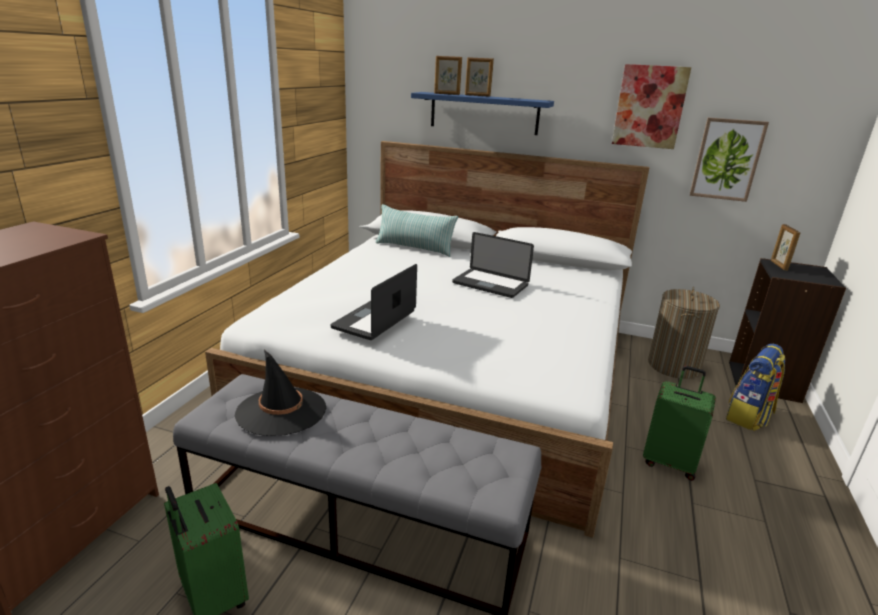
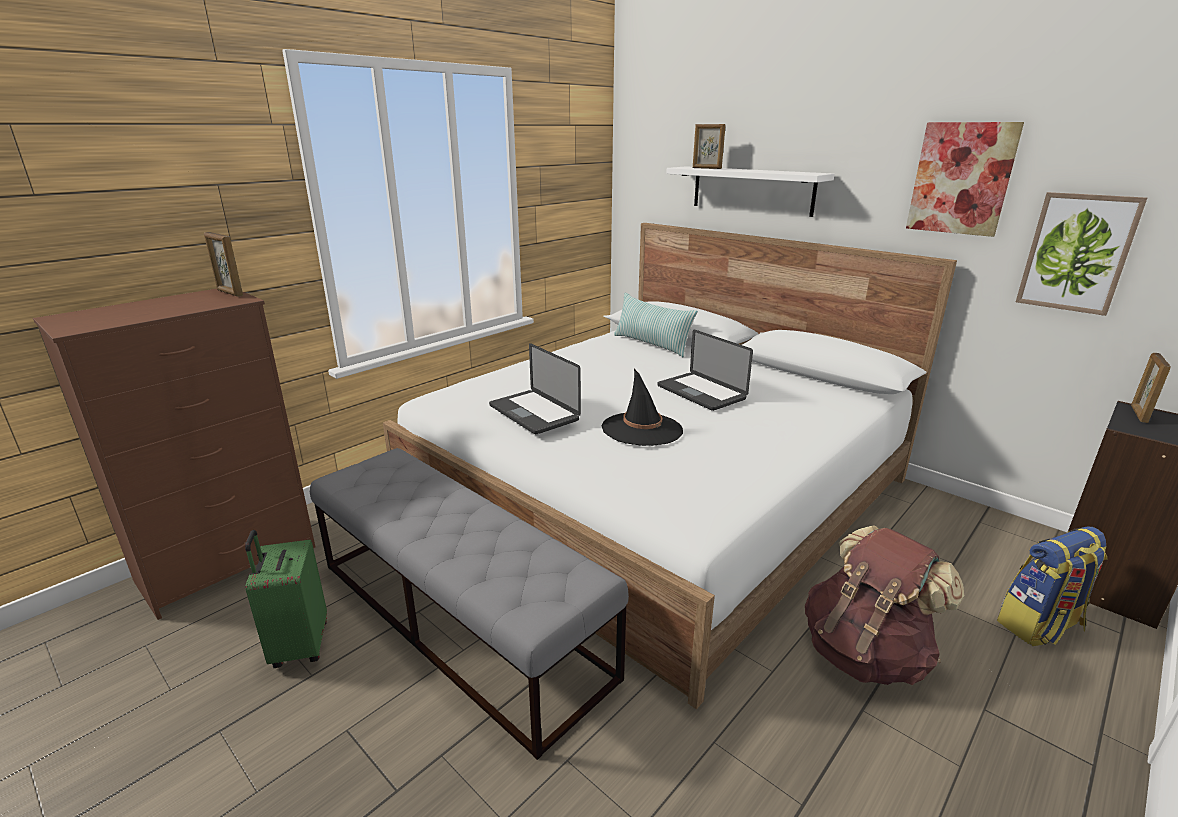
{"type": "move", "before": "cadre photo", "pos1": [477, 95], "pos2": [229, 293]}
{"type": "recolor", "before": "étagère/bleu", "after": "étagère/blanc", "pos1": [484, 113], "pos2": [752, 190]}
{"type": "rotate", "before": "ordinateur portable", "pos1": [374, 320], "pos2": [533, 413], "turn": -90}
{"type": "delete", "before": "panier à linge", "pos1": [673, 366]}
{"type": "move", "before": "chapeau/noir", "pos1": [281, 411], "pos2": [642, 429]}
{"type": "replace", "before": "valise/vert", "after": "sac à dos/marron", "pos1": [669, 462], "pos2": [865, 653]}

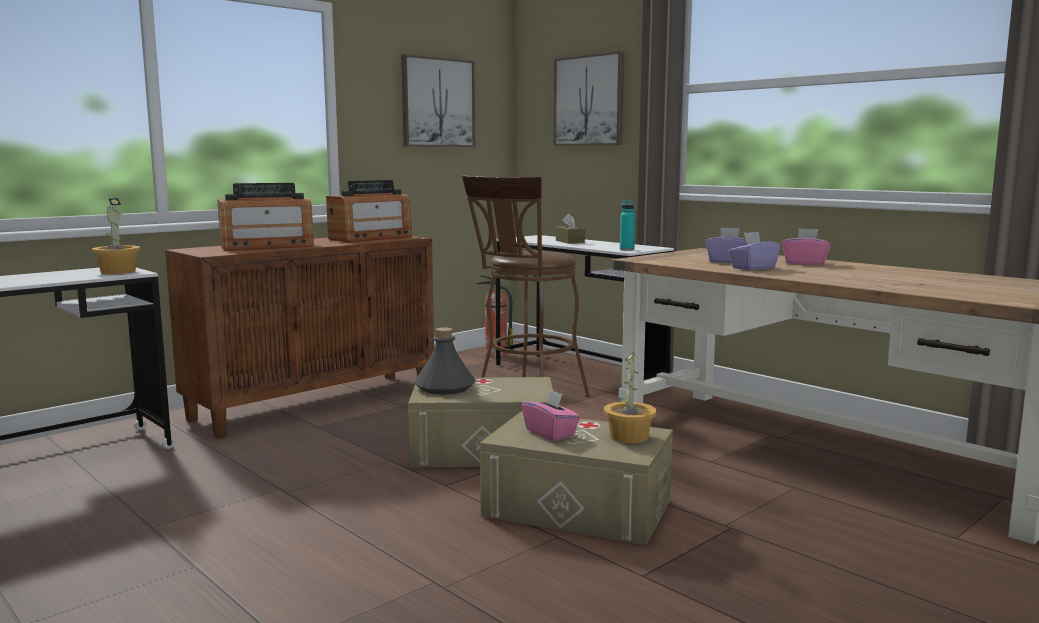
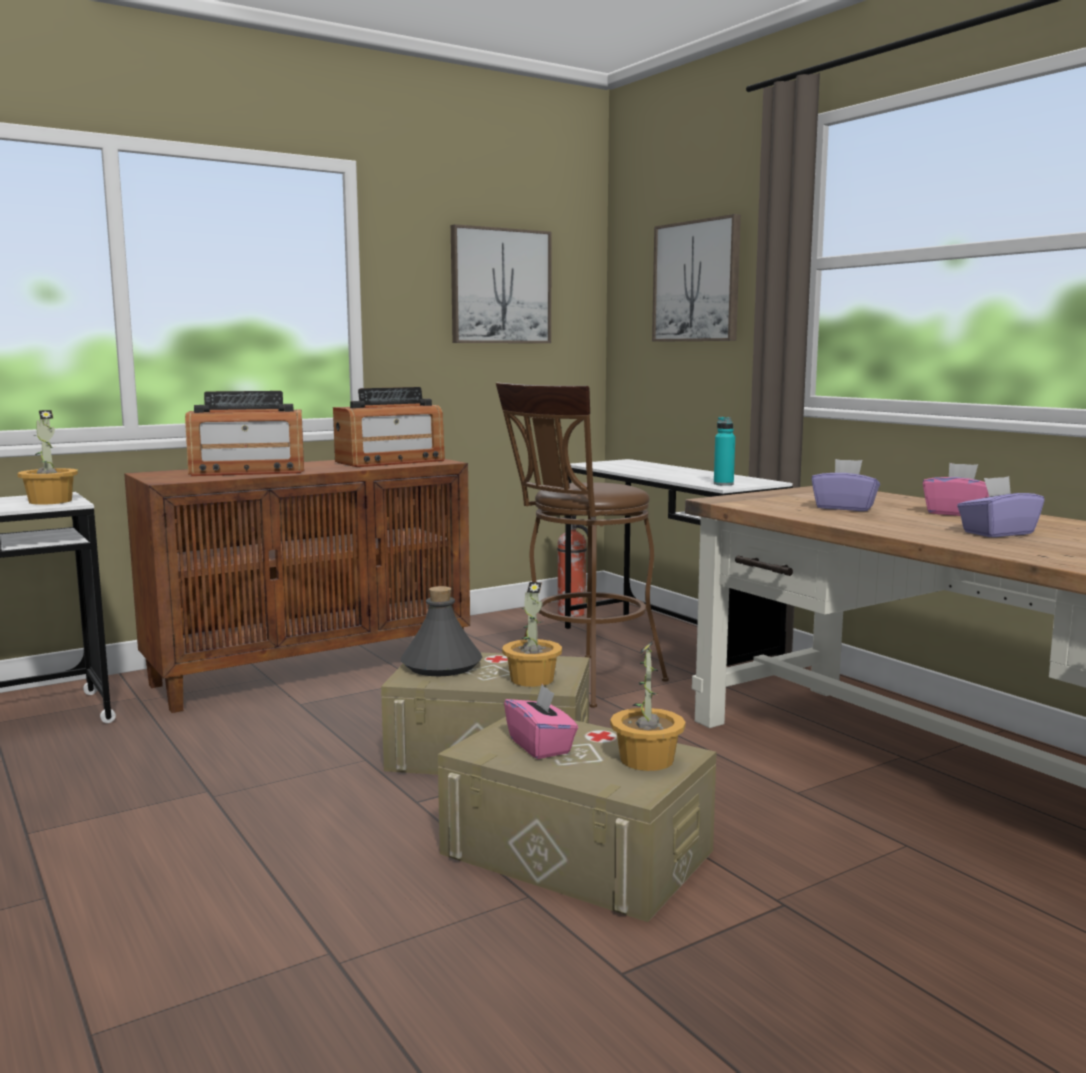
{"type": "delete", "before": "boîte à mouchoirs/marron", "pos1": [570, 241]}
{"type": "move", "before": "boîte à mouchoirs/violet", "pos1": [752, 268], "pos2": [997, 533]}
{"type": "insert", "after": "plante en pot", "pos2": [532, 679]}

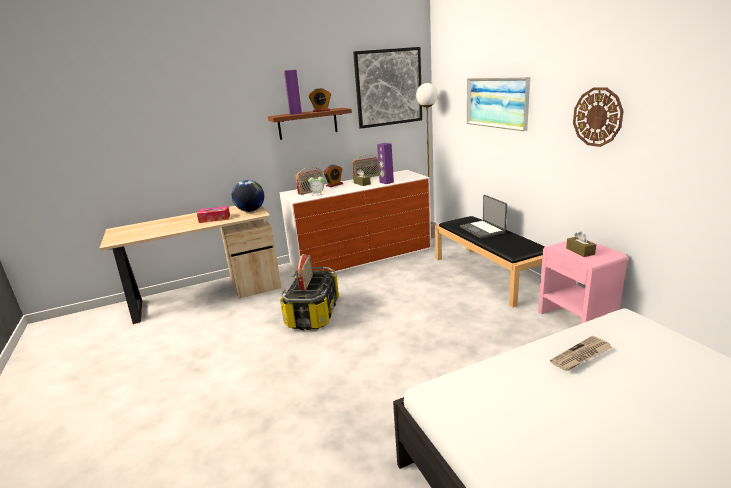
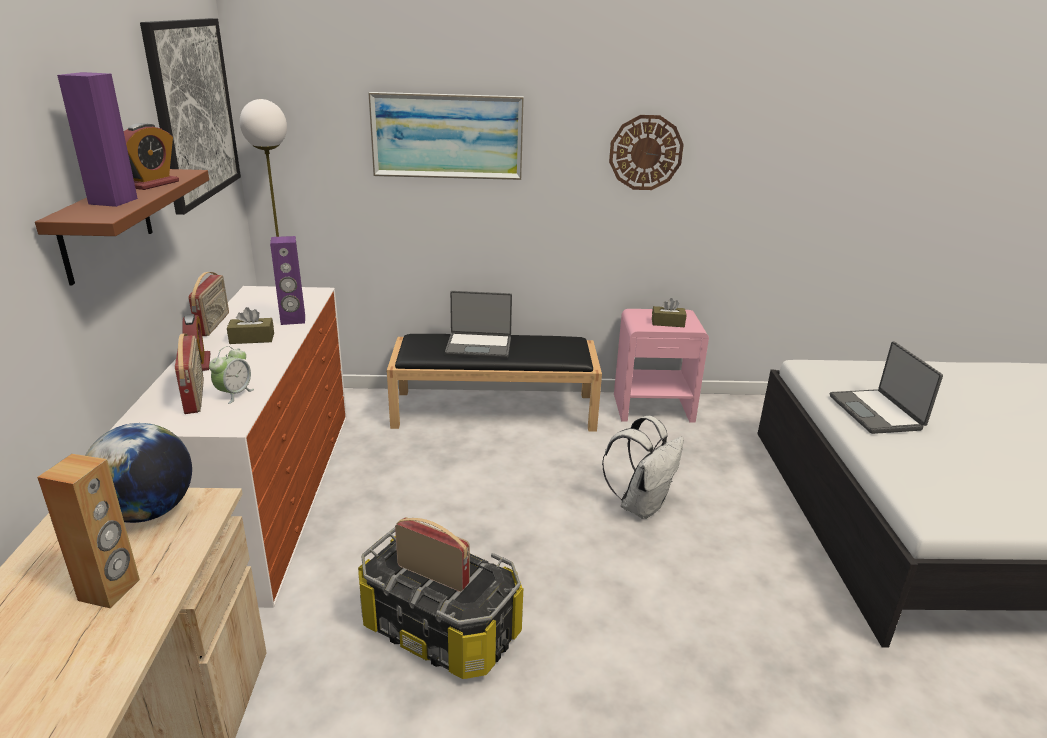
{"type": "replace", "before": "boîte à mouchoirs", "after": "enceinte/marron", "pos1": [214, 219], "pos2": [110, 590]}
{"type": "replace", "before": "journal", "after": "ordinateur portable", "pos1": [581, 356], "pos2": [877, 412]}
{"type": "insert", "after": "sac à dos/blanc", "pos2": [641, 505]}

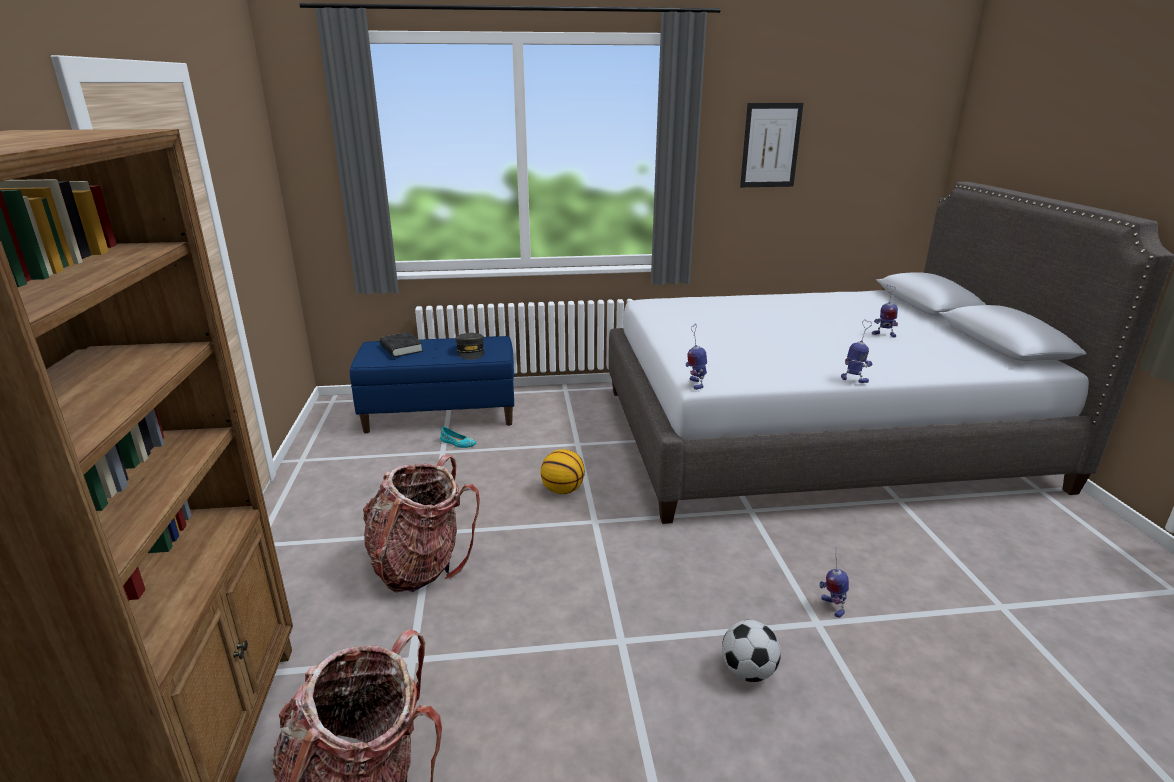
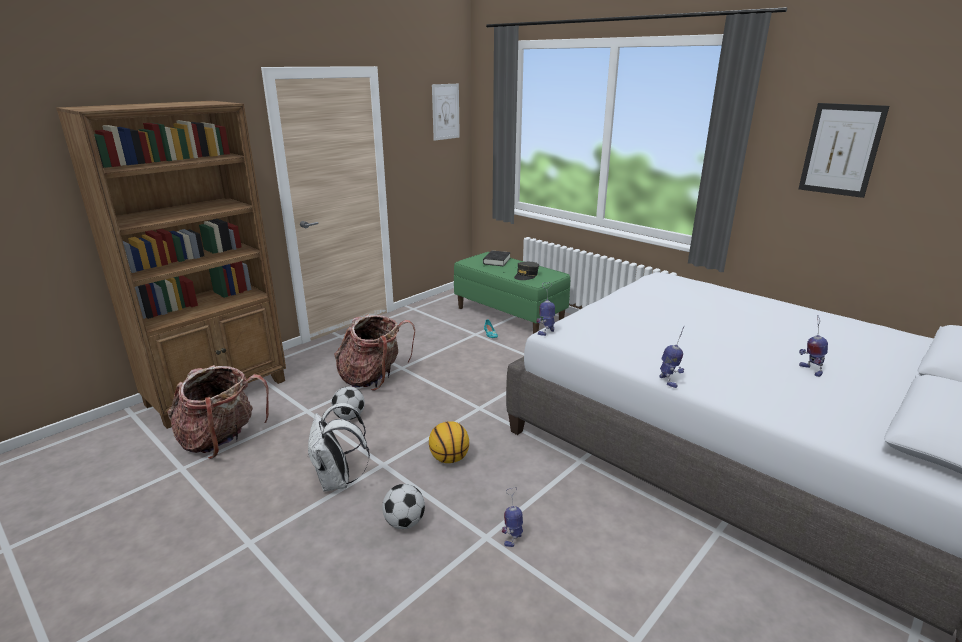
{"type": "recolor", "before": "banc/bleu", "after": "banc/vert", "pos1": [441, 415], "pos2": [510, 315]}
{"type": "move", "before": "ballon de basket", "pos1": [562, 490], "pos2": [449, 458]}
{"type": "insert", "after": "tableau", "pos2": [445, 111]}
{"type": "insert", "after": "ballon de foot", "pos2": [349, 416]}
{"type": "insert", "after": "sac à dos/blanc", "pos2": [338, 481]}

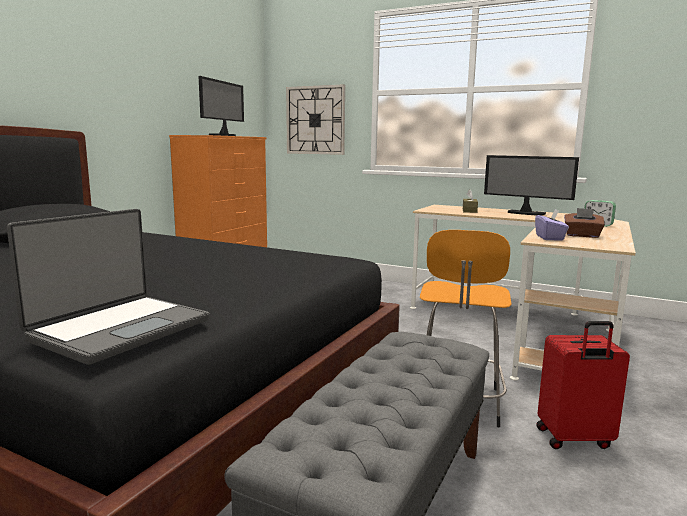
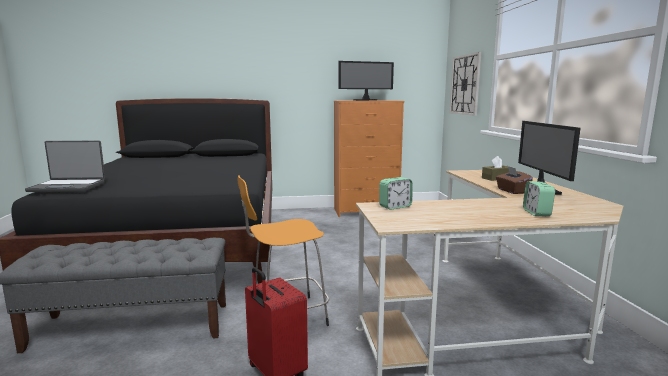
{"type": "move", "before": "boîte à mouchoirs/marron", "pos1": [582, 235], "pos2": [512, 191]}
{"type": "replace", "before": "boîte à mouchoirs/violet", "after": "réveil", "pos1": [550, 238], "pos2": [395, 206]}

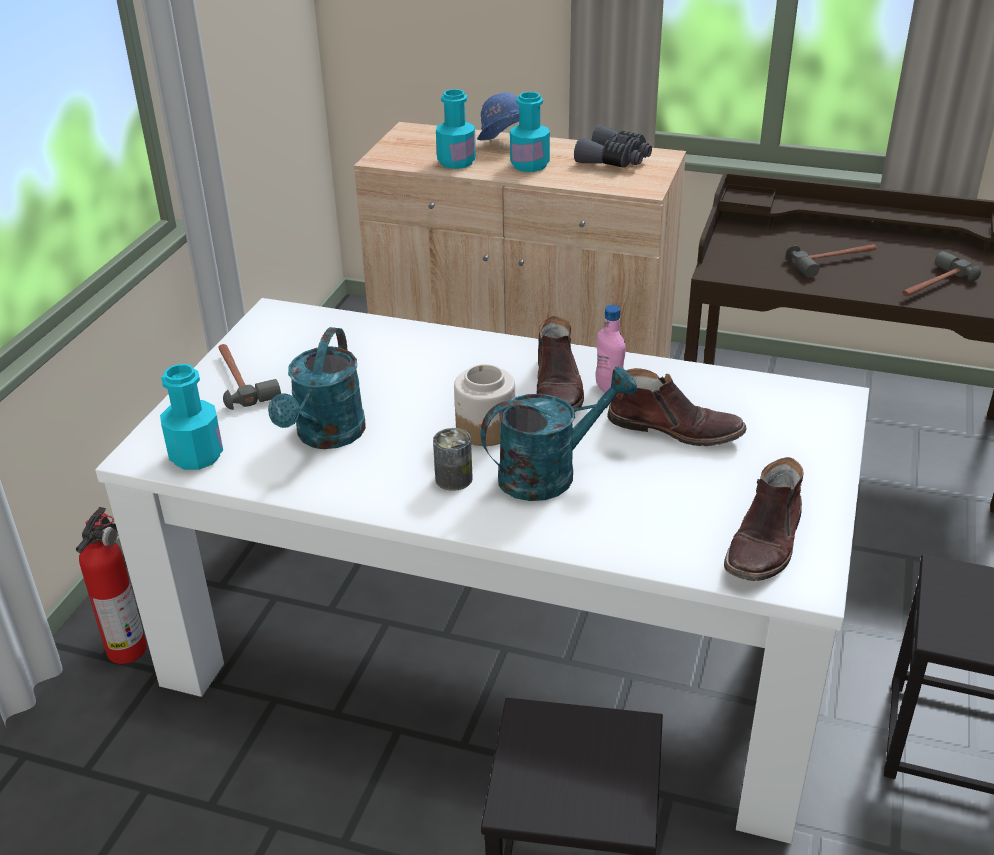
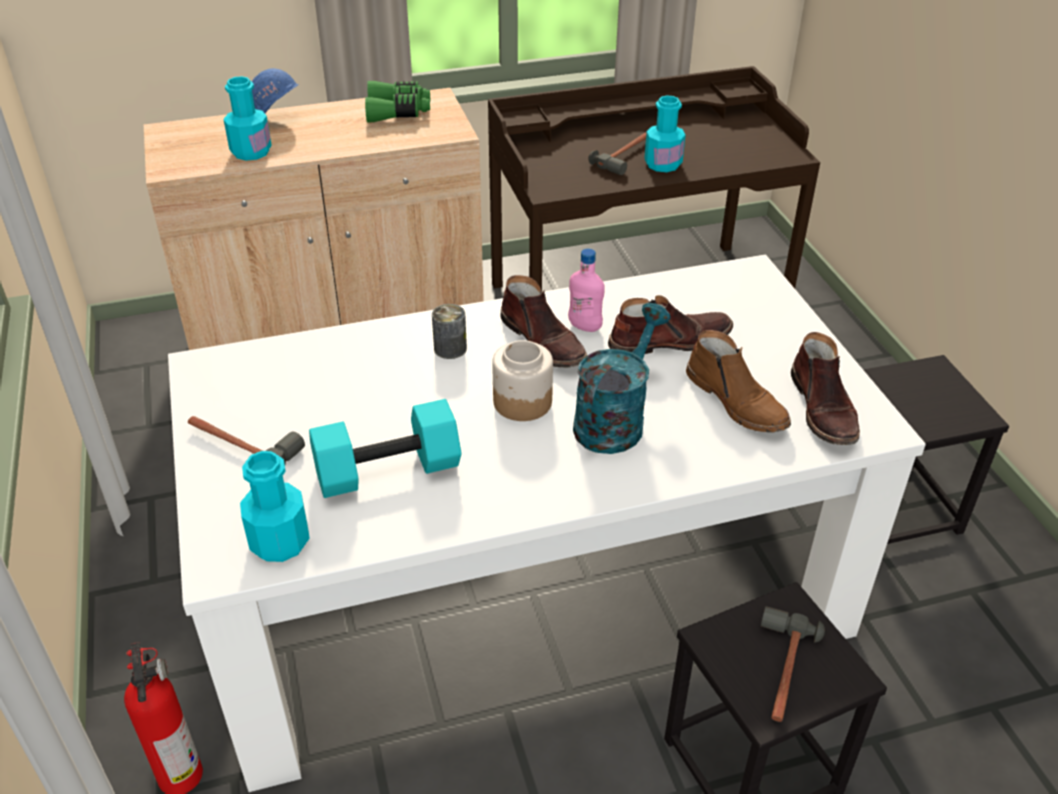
{"type": "move", "before": "bouteille/turquoise", "pos1": [529, 165], "pos2": [663, 164]}
{"type": "recolor", "before": "jumelles/gris", "after": "jumelles/vert", "pos1": [614, 160], "pos2": [398, 112]}
{"type": "move", "before": "marteau", "pos1": [932, 285], "pos2": [782, 671]}
{"type": "replace", "before": "arrosoir/turquoise", "after": "haltère/turquoise", "pos1": [326, 437], "pos2": [388, 468]}
{"type": "move", "before": "boîte métallique", "pos1": [453, 479], "pos2": [450, 348]}
{"type": "insert", "after": "botte/marron", "pos2": [737, 401]}

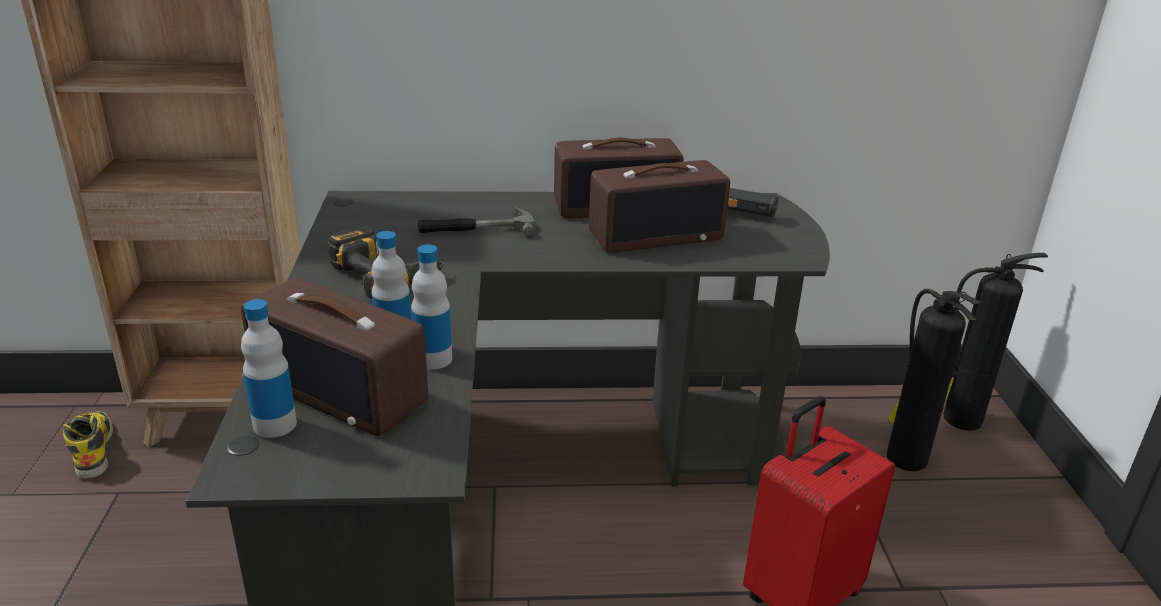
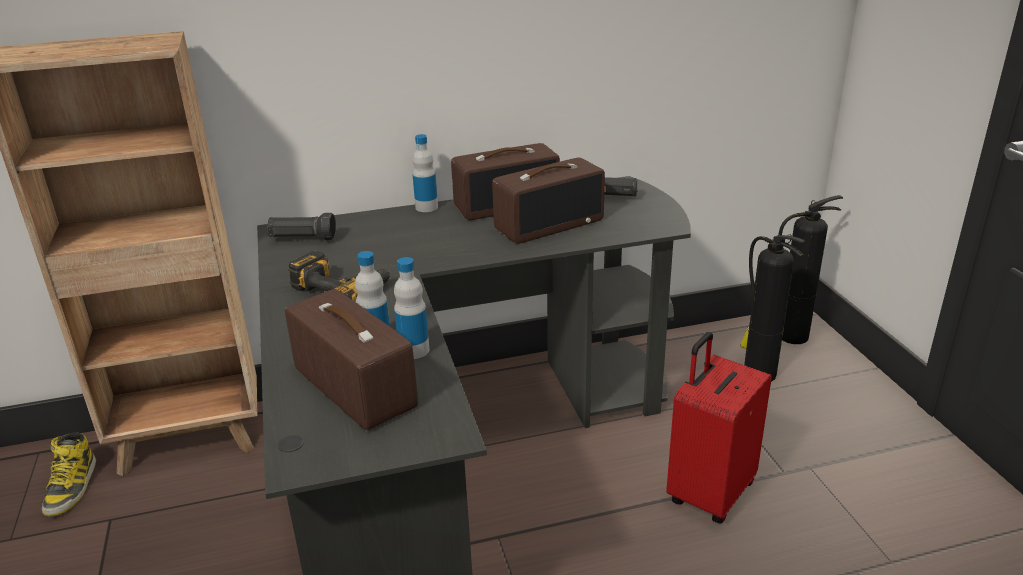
{"type": "delete", "before": "marteau", "pos1": [476, 228]}
{"type": "rotate", "before": "radio", "pos1": [342, 391], "pos2": [352, 388], "turn": -150}
{"type": "move", "before": "bouteille", "pos1": [275, 424], "pos2": [426, 207]}
{"type": "rotate", "before": "botte", "pos1": [94, 449], "pos2": [72, 487], "turn": -150}
{"type": "insert", "after": "lampe de poche/noir", "pos2": [303, 238]}

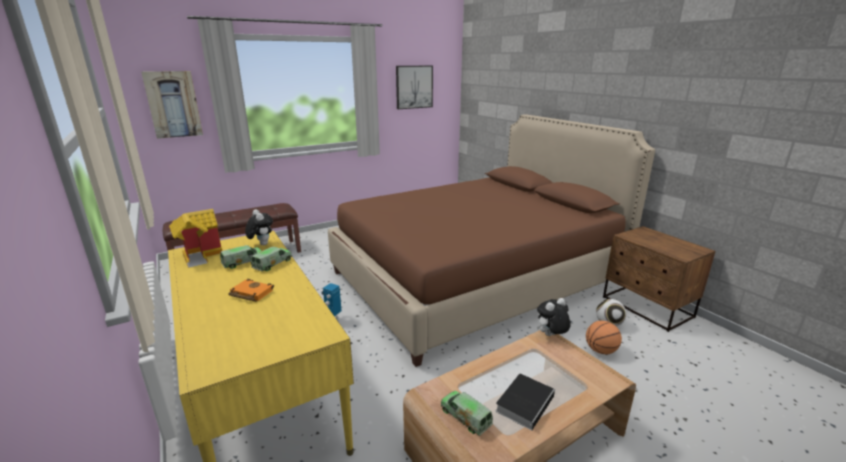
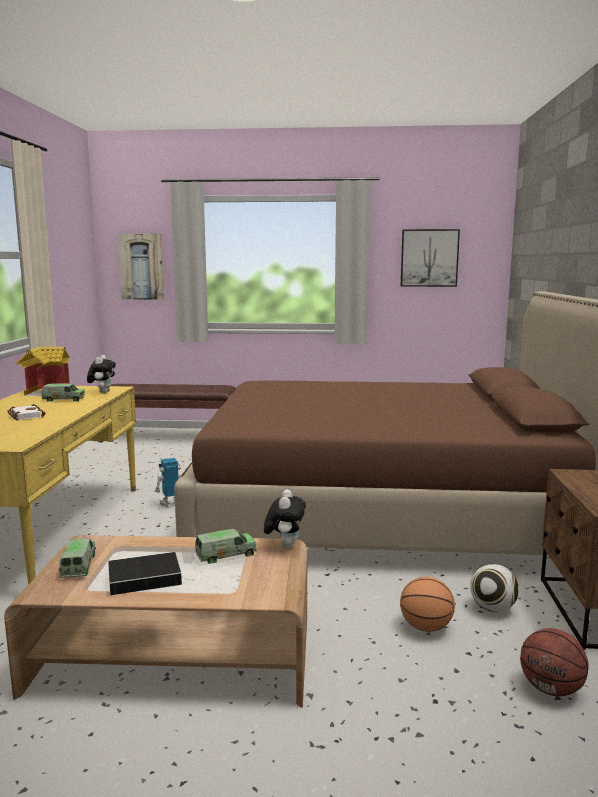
{"type": "move", "before": "camion jouet", "pos1": [272, 264], "pos2": [226, 555]}
{"type": "recolor", "before": "livre/orange", "after": "livre/blanc", "pos1": [250, 293], "pos2": [24, 416]}
{"type": "rotate", "before": "peluche", "pos1": [551, 336], "pos2": [285, 546], "turn": 90}
{"type": "insert", "after": "ballon de basket", "pos2": [551, 689]}

